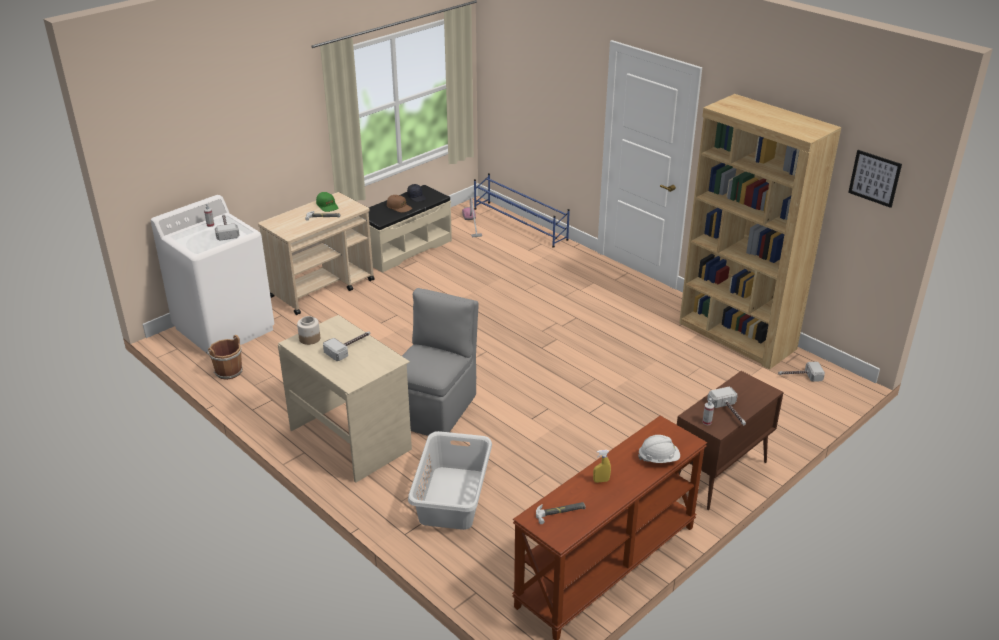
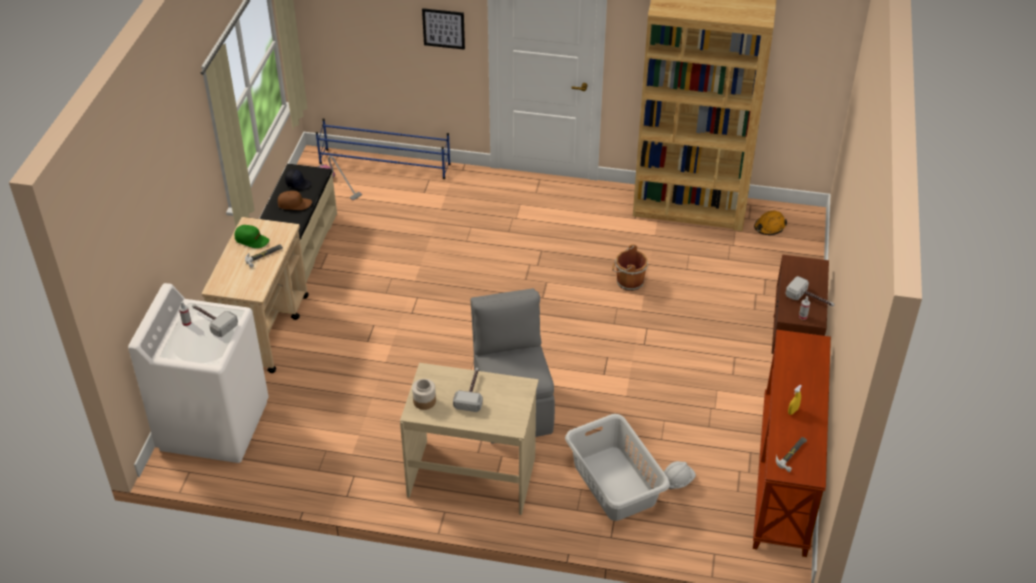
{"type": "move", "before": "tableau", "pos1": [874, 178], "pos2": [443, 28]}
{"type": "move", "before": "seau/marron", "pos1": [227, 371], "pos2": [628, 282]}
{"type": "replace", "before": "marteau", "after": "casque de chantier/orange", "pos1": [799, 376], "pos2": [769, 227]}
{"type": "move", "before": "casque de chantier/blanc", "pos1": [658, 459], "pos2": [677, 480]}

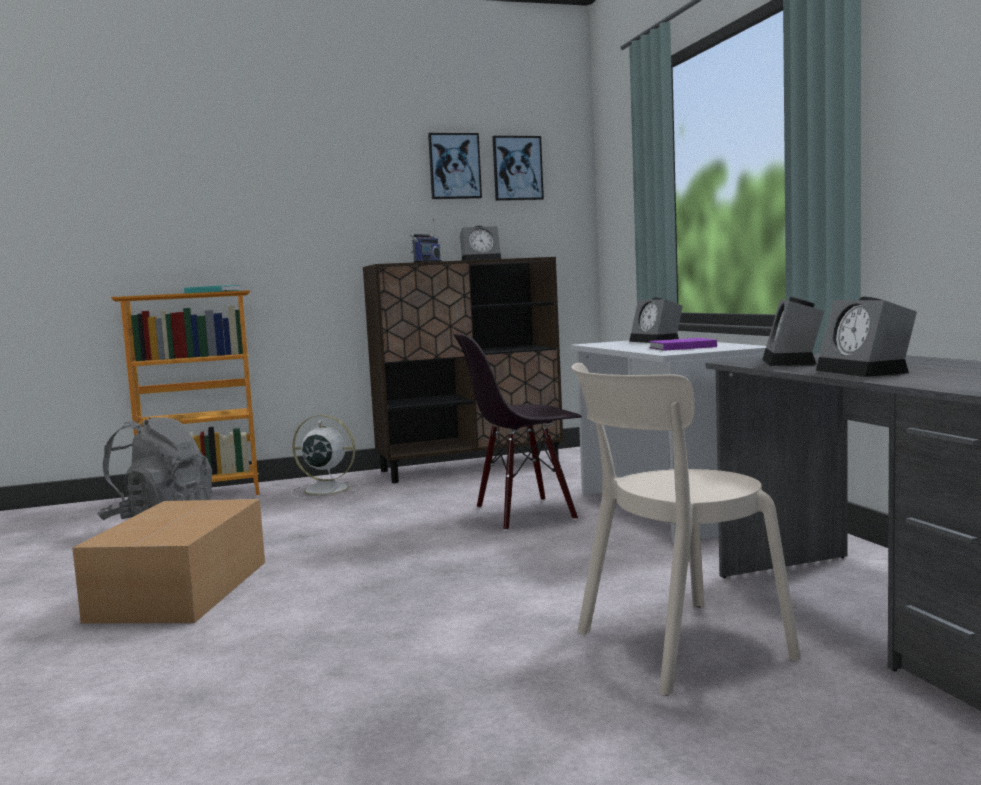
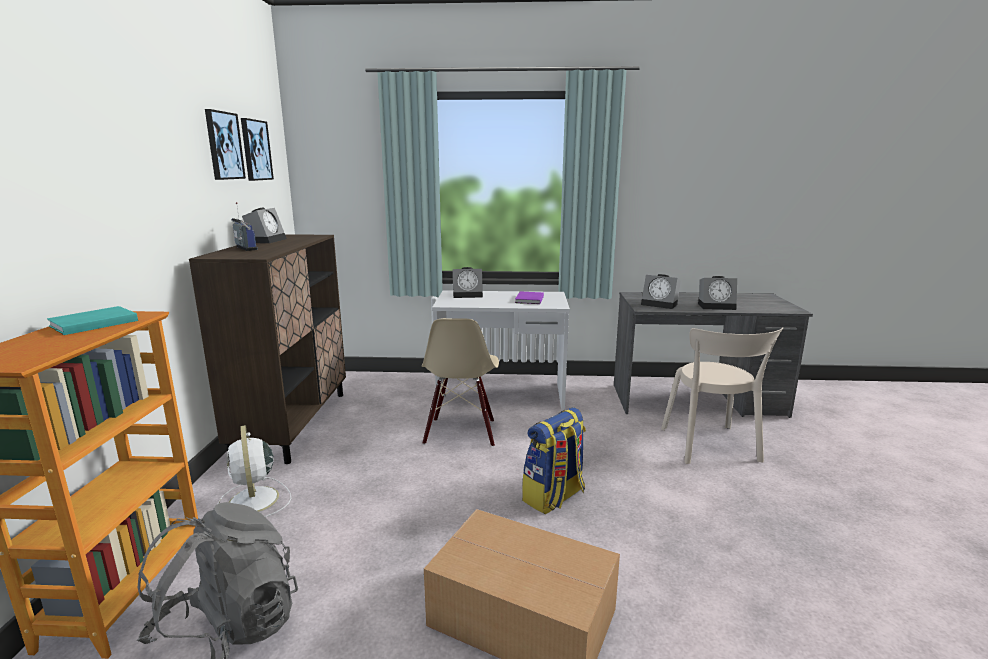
{"type": "recolor", "before": "chaise/noir", "after": "chaise/beige", "pos1": [524, 514], "pos2": [461, 432]}
{"type": "rotate", "before": "ventilateur/blanc", "pos1": [324, 490], "pos2": [254, 501], "turn": -60}
{"type": "insert", "after": "sac à dos", "pos2": [554, 497]}

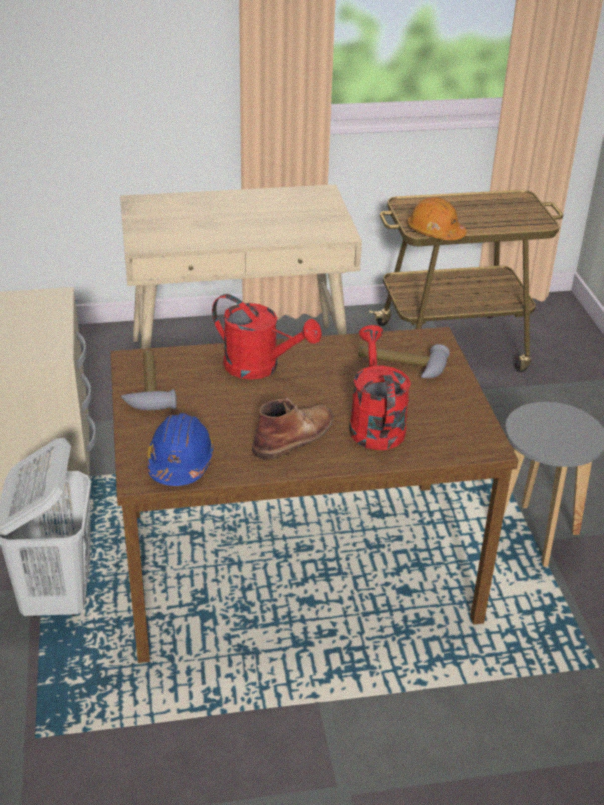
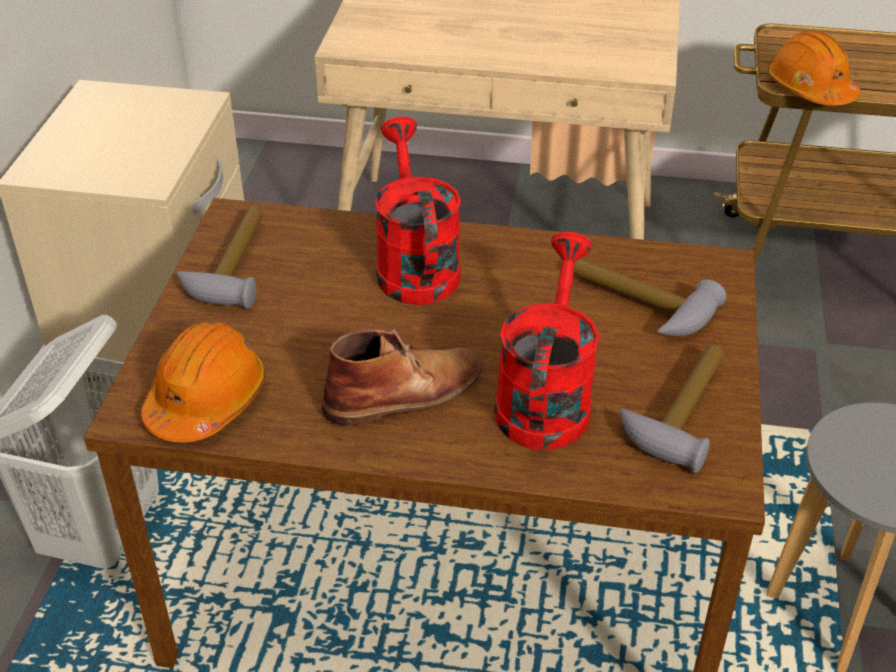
{"type": "rotate", "before": "arrosoir/rouge", "pos1": [260, 367], "pos2": [414, 265], "turn": -150}
{"type": "recolor", "before": "casque de chantier/bleu", "after": "casque de chantier/orange", "pos1": [180, 462], "pos2": [207, 400]}
{"type": "insert", "after": "marteau", "pos2": [680, 411]}

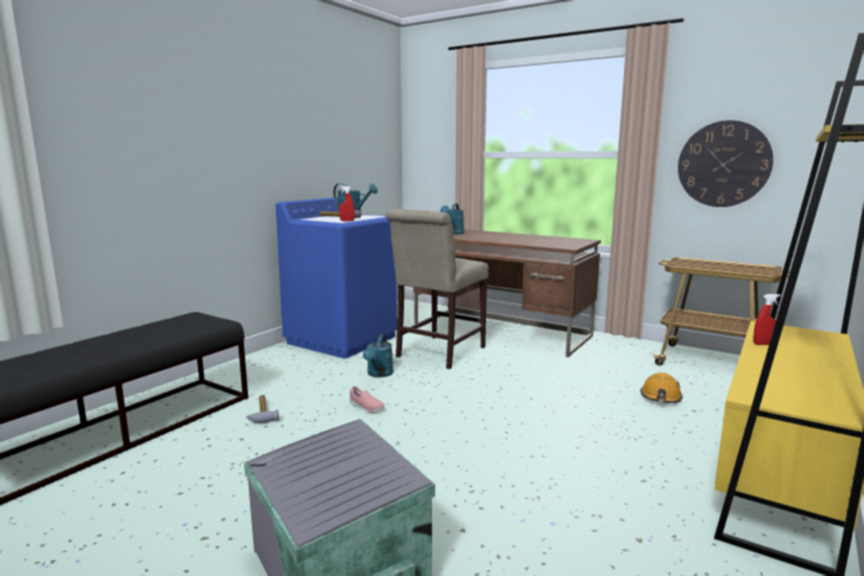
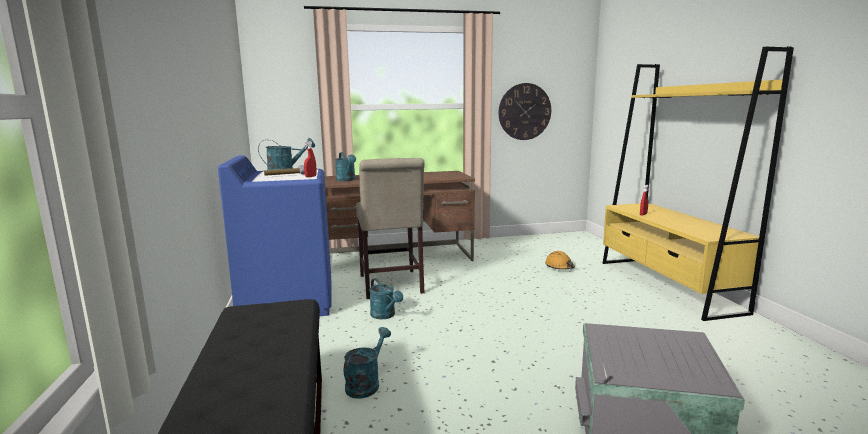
{"type": "delete", "before": "chariot", "pos1": [710, 363]}
{"type": "delete", "before": "chaussure/rose", "pos1": [366, 408]}
{"type": "replace", "before": "marteau", "after": "arrosoir/turquoise", "pos1": [262, 413], "pos2": [366, 384]}

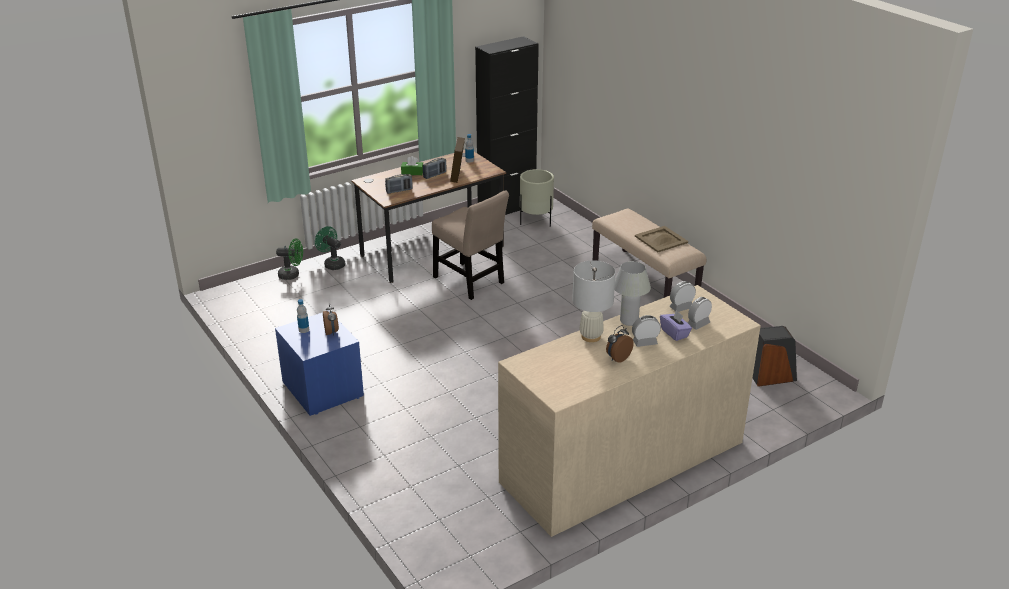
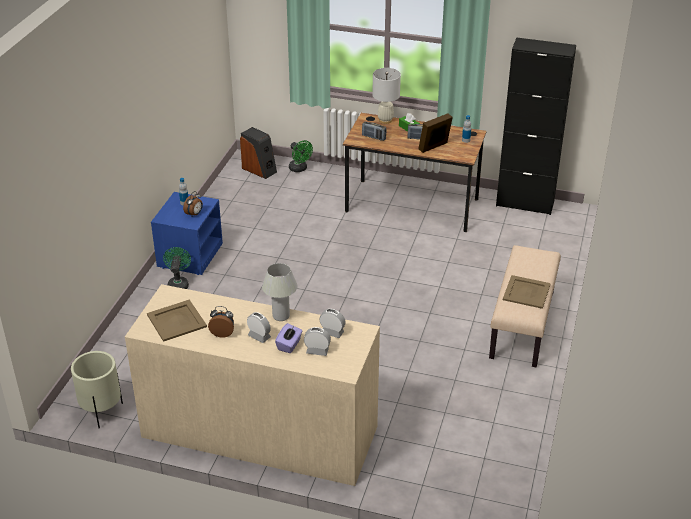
{"type": "move", "before": "cache-pot/beige", "pos1": [536, 221], "pos2": [101, 412]}
{"type": "delete", "before": "chaise/beige", "pos1": [470, 282]}
{"type": "move", "before": "ventilateur/vert", "pos1": [332, 264], "pos2": [178, 284]}
{"type": "move", "before": "lampe de table/blanc", "pos1": [591, 336], "pos2": [385, 120]}
{"type": "move", "before": "enceinte", "pos1": [772, 376], "pos2": [259, 169]}
{"type": "insert", "after": "plateau/beige", "pos2": [176, 320]}

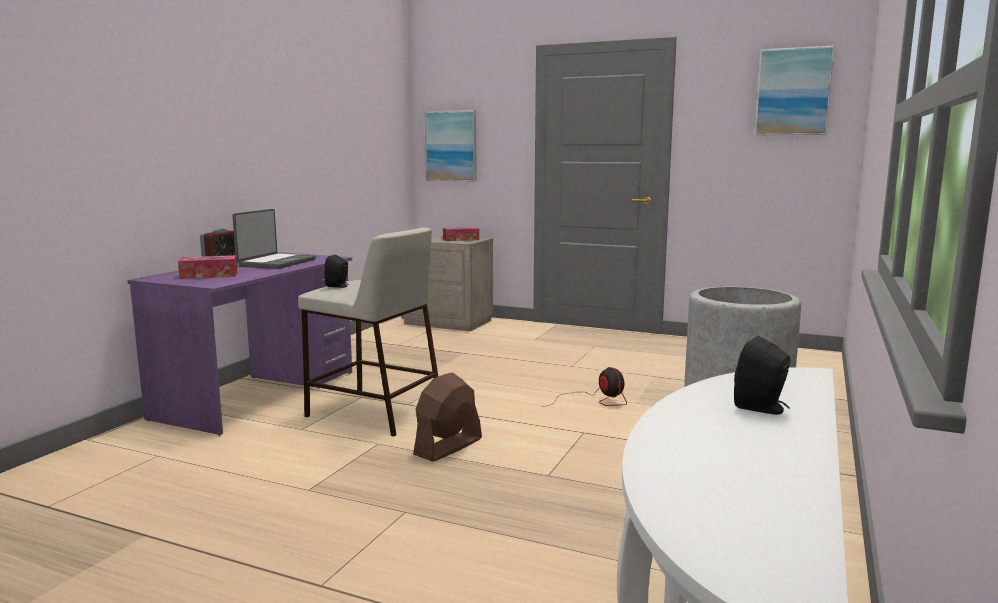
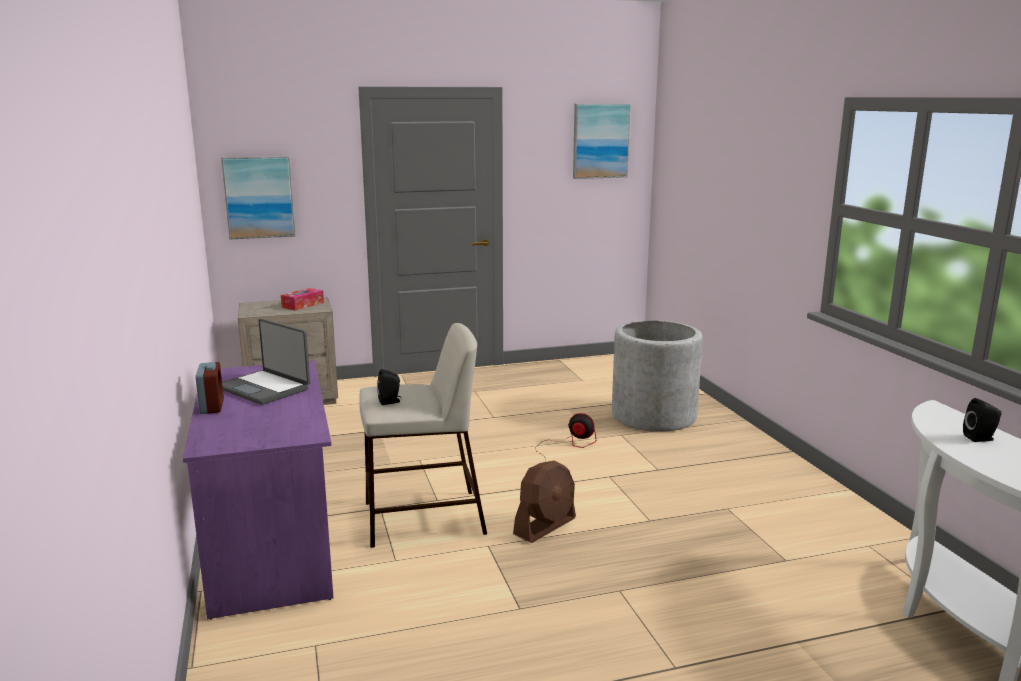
{"type": "rotate", "before": "ordinateur portable", "pos1": [276, 263], "pos2": [265, 388], "turn": 150}
{"type": "delete", "before": "boîte à mouchoirs", "pos1": [209, 275]}
{"type": "rotate", "before": "ventilateur/marron", "pos1": [448, 447], "pos2": [545, 526], "turn": -135}

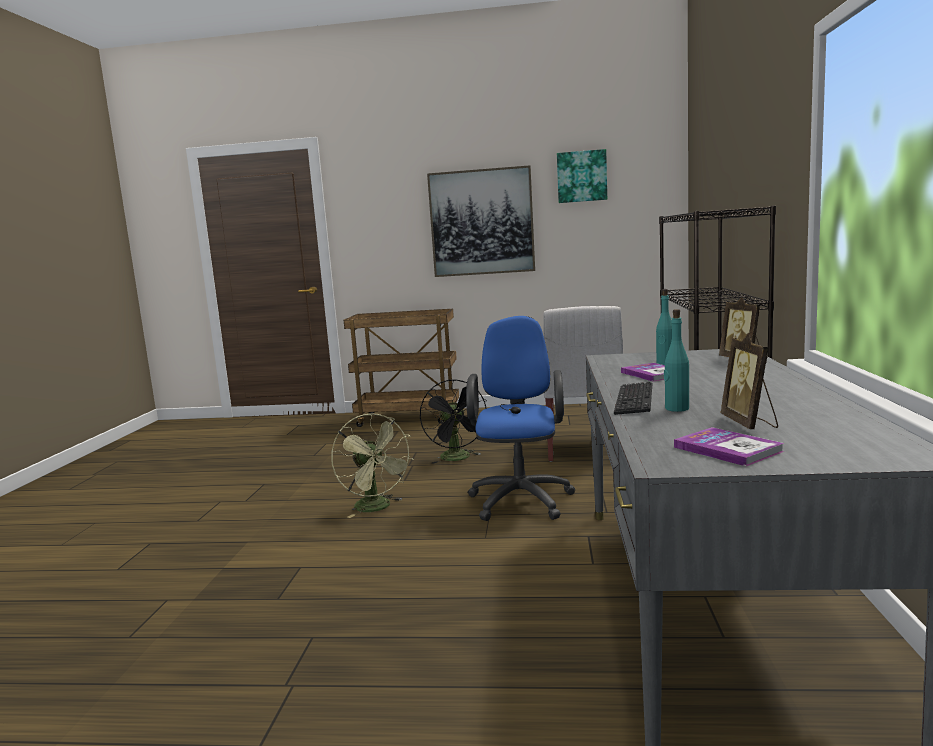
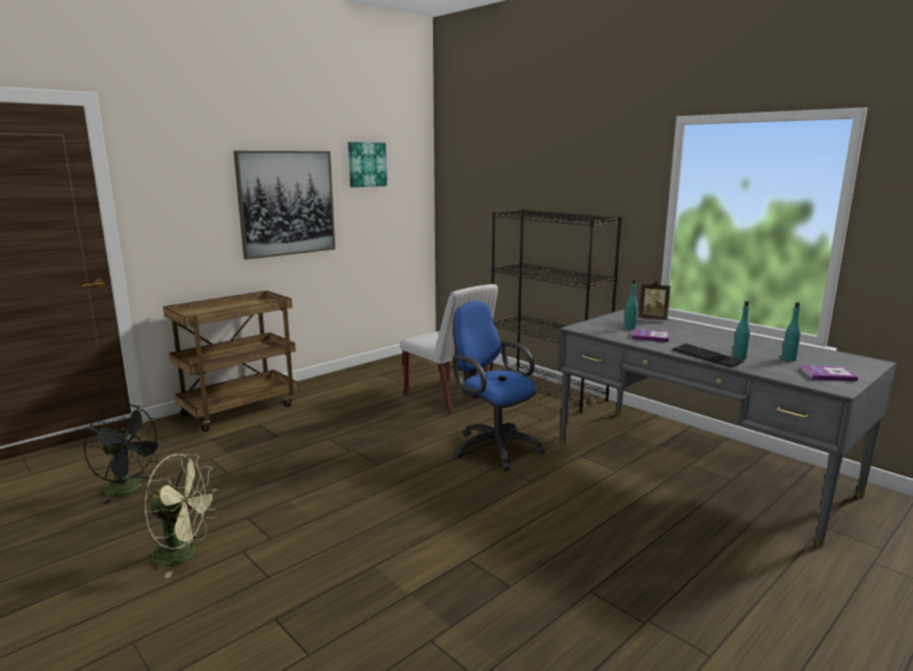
{"type": "replace", "before": "cadre photo", "after": "bouteille/turquoise", "pos1": [750, 423], "pos2": [788, 359]}
{"type": "move", "before": "ventilateur/noir", "pos1": [458, 459], "pos2": [130, 489]}
{"type": "move", "before": "ventilateur/vert", "pos1": [377, 508], "pos2": [184, 554]}

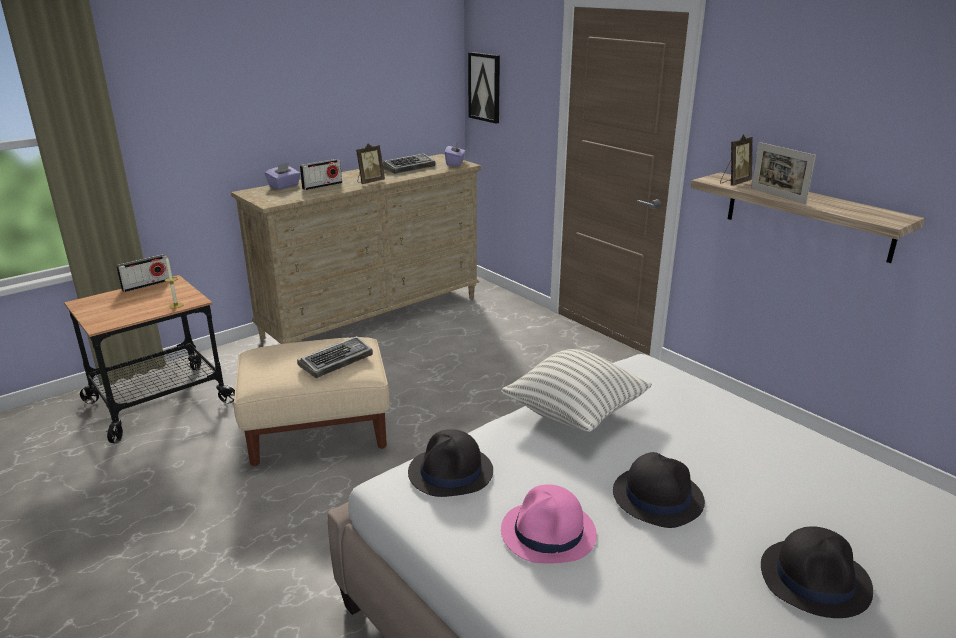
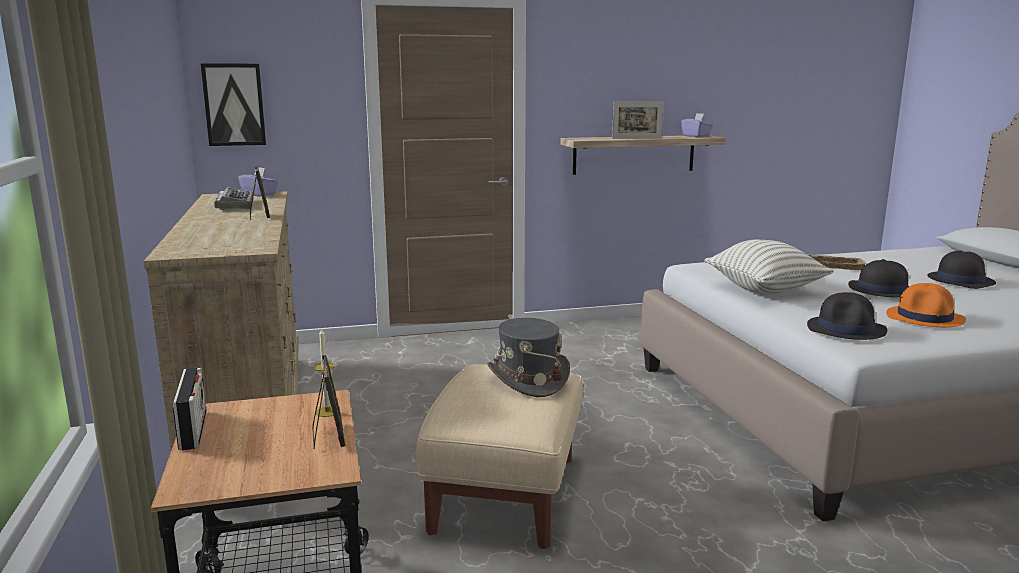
{"type": "move", "before": "cadre photo", "pos1": [734, 183], "pos2": [328, 438]}
{"type": "delete", "before": "radio", "pos1": [322, 186]}
{"type": "move", "before": "boîte à mouchoirs/violet", "pos1": [284, 186], "pos2": [696, 136]}
{"type": "replace", "before": "clavier", "after": "chapeau/gris", "pos1": [336, 361], "pos2": [527, 379]}
{"type": "recolor", "before": "chapeau/rose", "after": "chapeau/orange", "pos1": [549, 533], "pos2": [925, 318]}
{"type": "insert", "after": "plateau/beige", "pos2": [833, 265]}

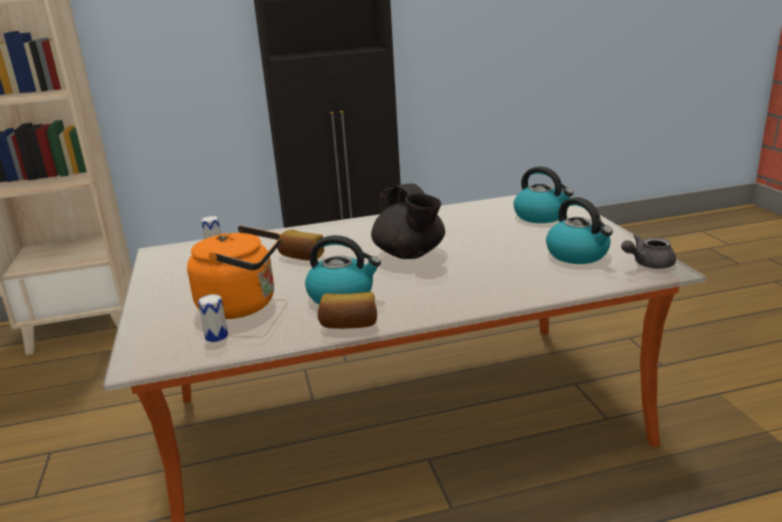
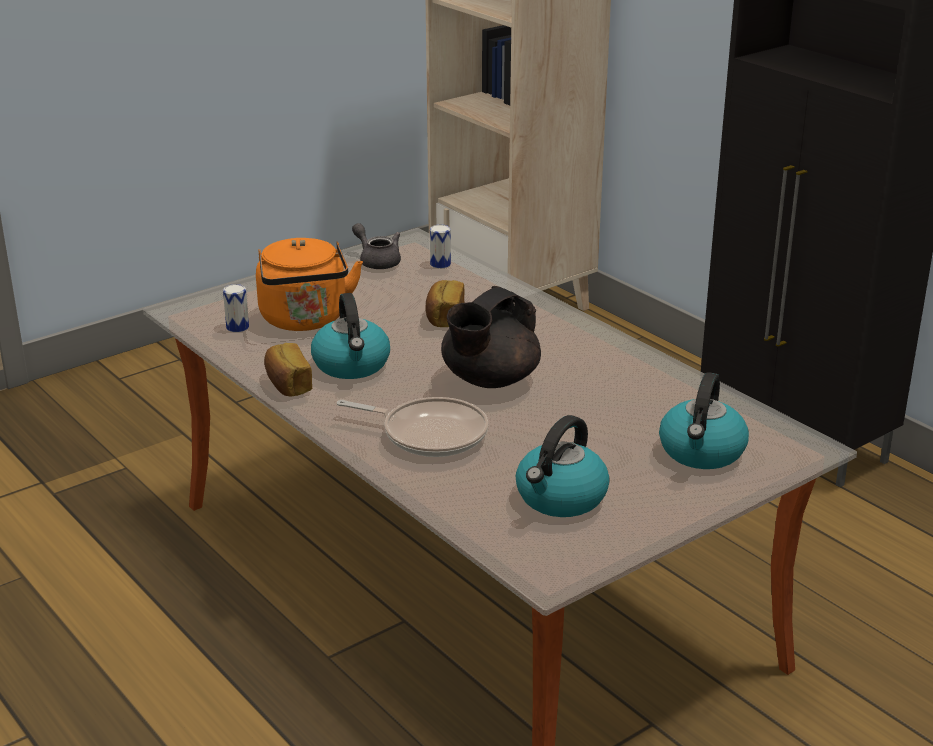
{"type": "move", "before": "théière/gris", "pos1": [647, 264], "pos2": [377, 261]}
{"type": "insert", "after": "poêle", "pos2": [429, 434]}

